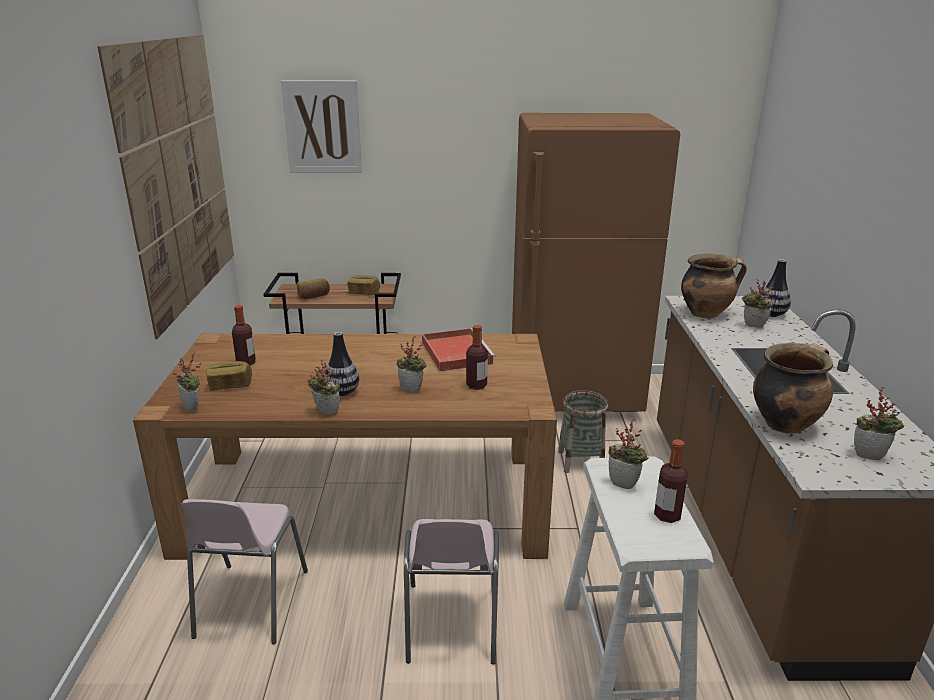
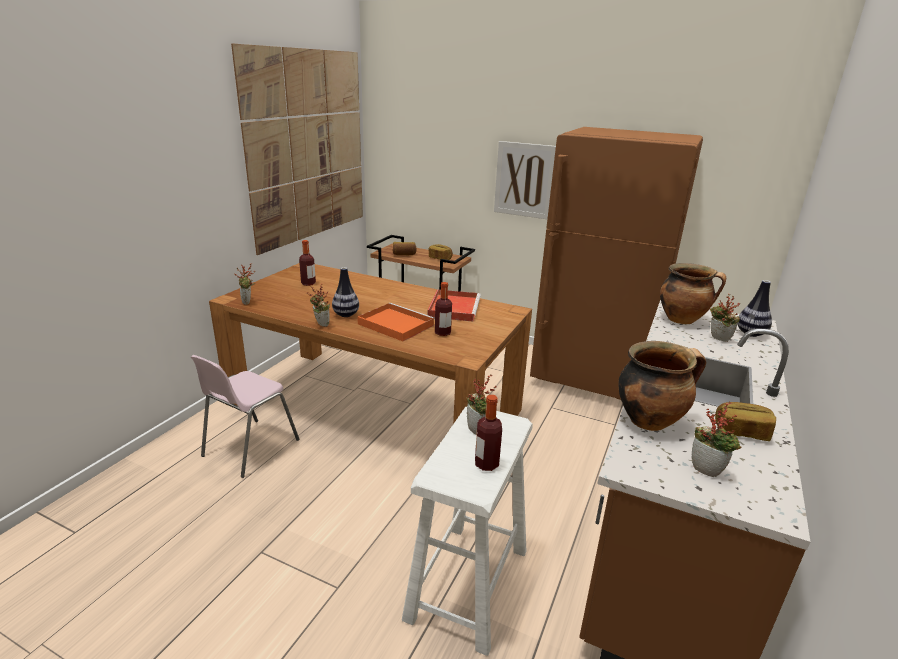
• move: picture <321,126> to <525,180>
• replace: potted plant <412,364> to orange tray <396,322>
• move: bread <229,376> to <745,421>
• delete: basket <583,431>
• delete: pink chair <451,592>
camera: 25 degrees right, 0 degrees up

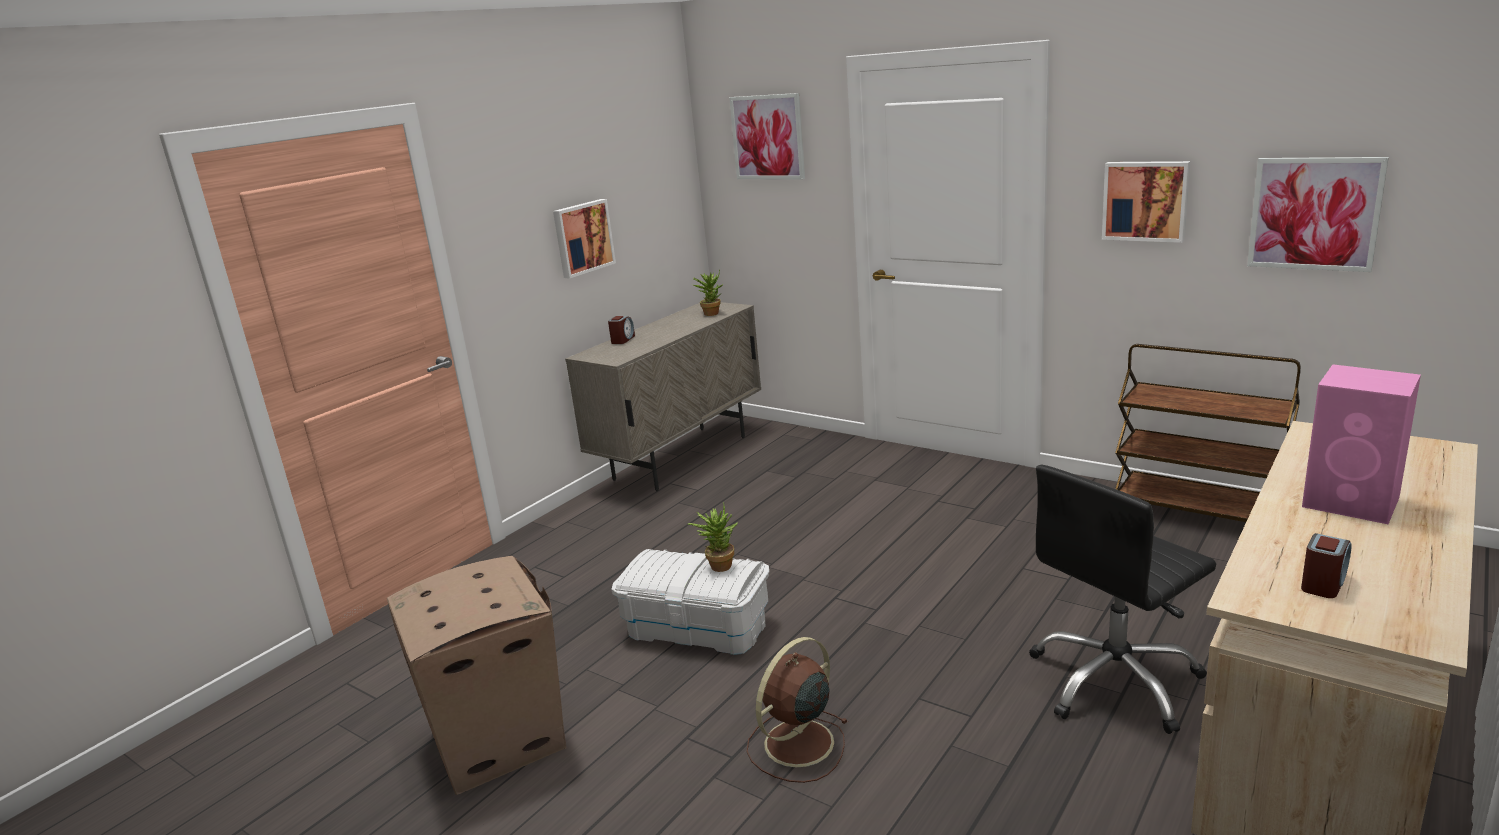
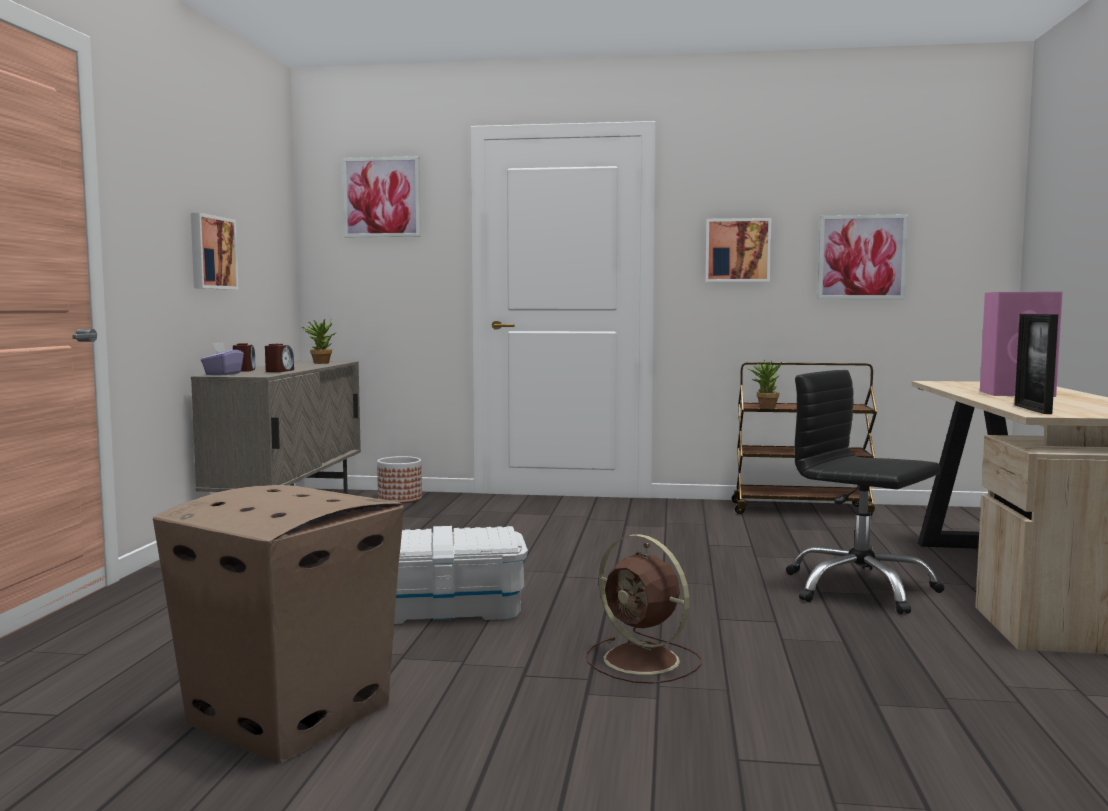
• rotate: black office chair <1122,599> = <865,492> 105 degrees clockwise
• move: potted plant <713,537> to <764,384>
• move: alarm clock <1326,565> to <279,358>
• rotate: brown fan <798,710> = <644,609> 60 degrees counterclockwise
• insert: picture frame <1036,364>
• insert: purple tissue box <222,358>
• insert: planter <399,480>
camera: 30 degrees left, 15 degrees down

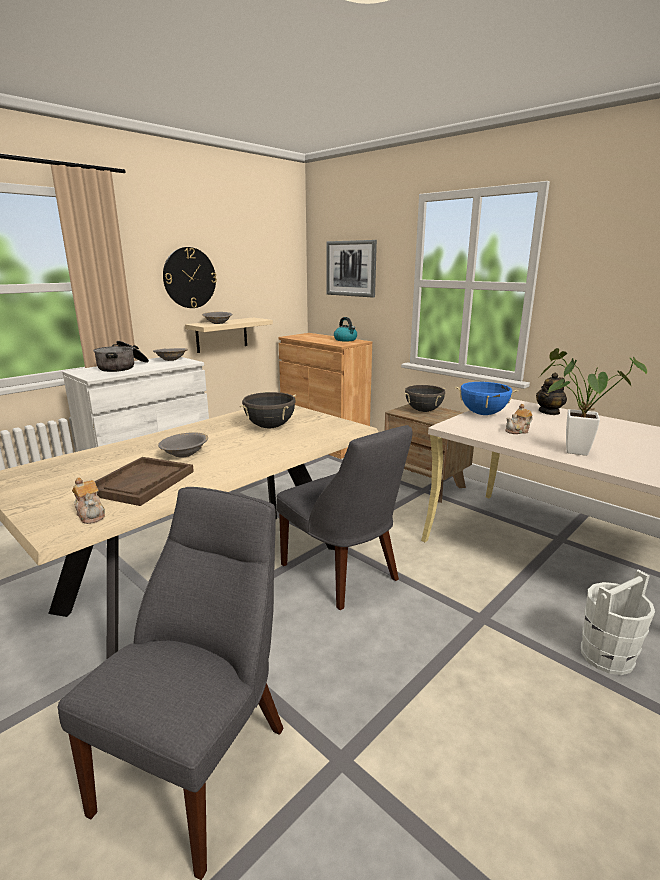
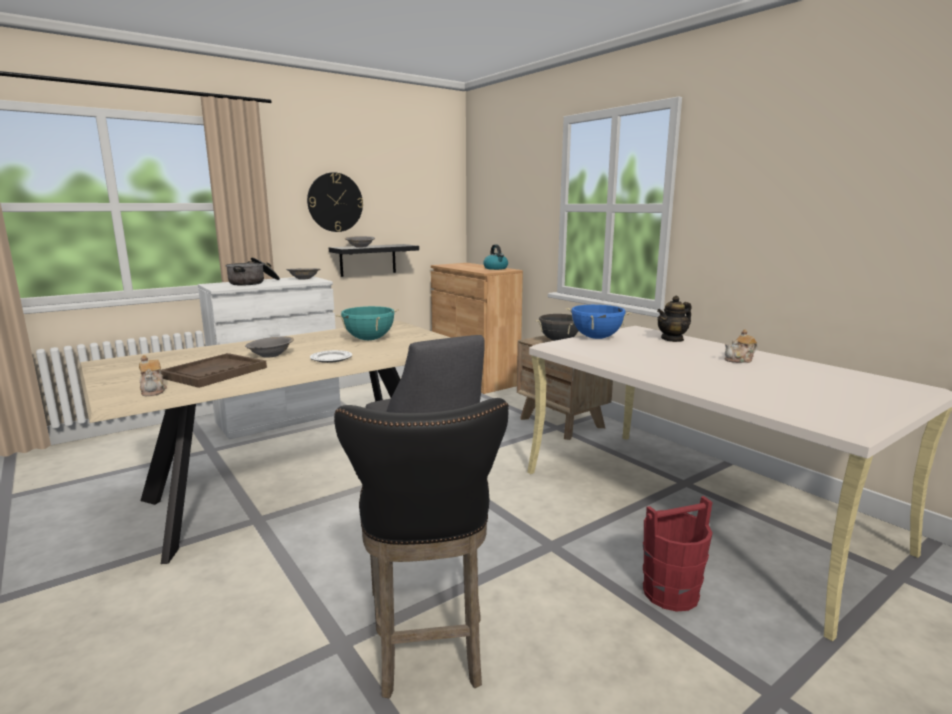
• delete: picture <351,268>
• recolor: beige shelf <229,335> to black shelf <374,260>
• delete: potted plant <593,402>
• recolor: black cooking pot <268,410> to turquoise cooking pot <367,323>
• move: teapot <519,419> to <741,346>
• delete: grey chair <170,683>
• recolor: white bucket <618,622> to red bucket <678,554>
• insert: plate <331,356>
• insert: black stool <421,548>
camera: 10 degrees right, 5 degrees down

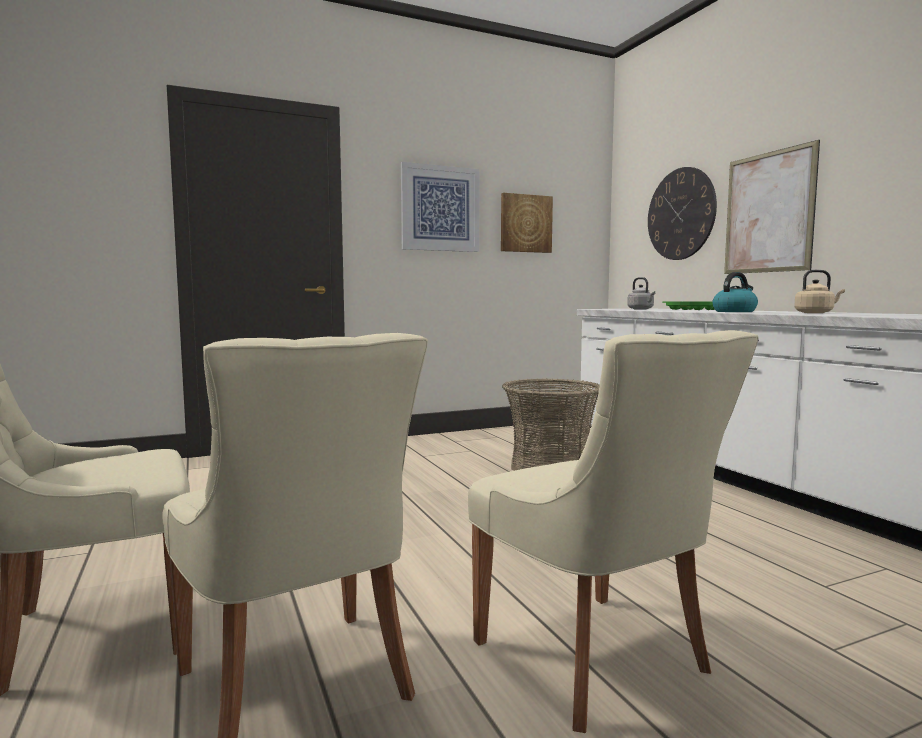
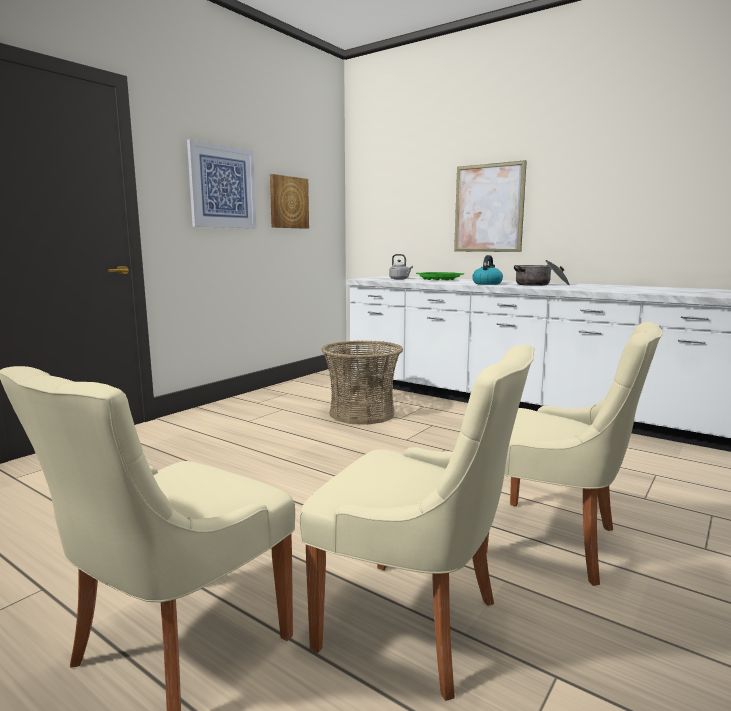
• delete: wall clock <682,213>
• replace: beige kettle <819,291> to cooking pot <542,273>
camera: 30 degrees left, 5 degrees up

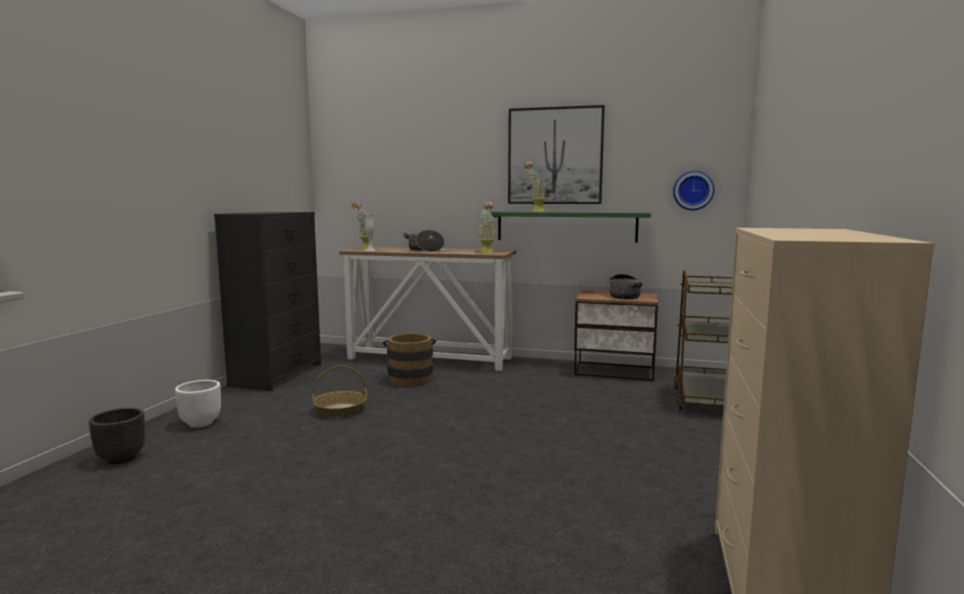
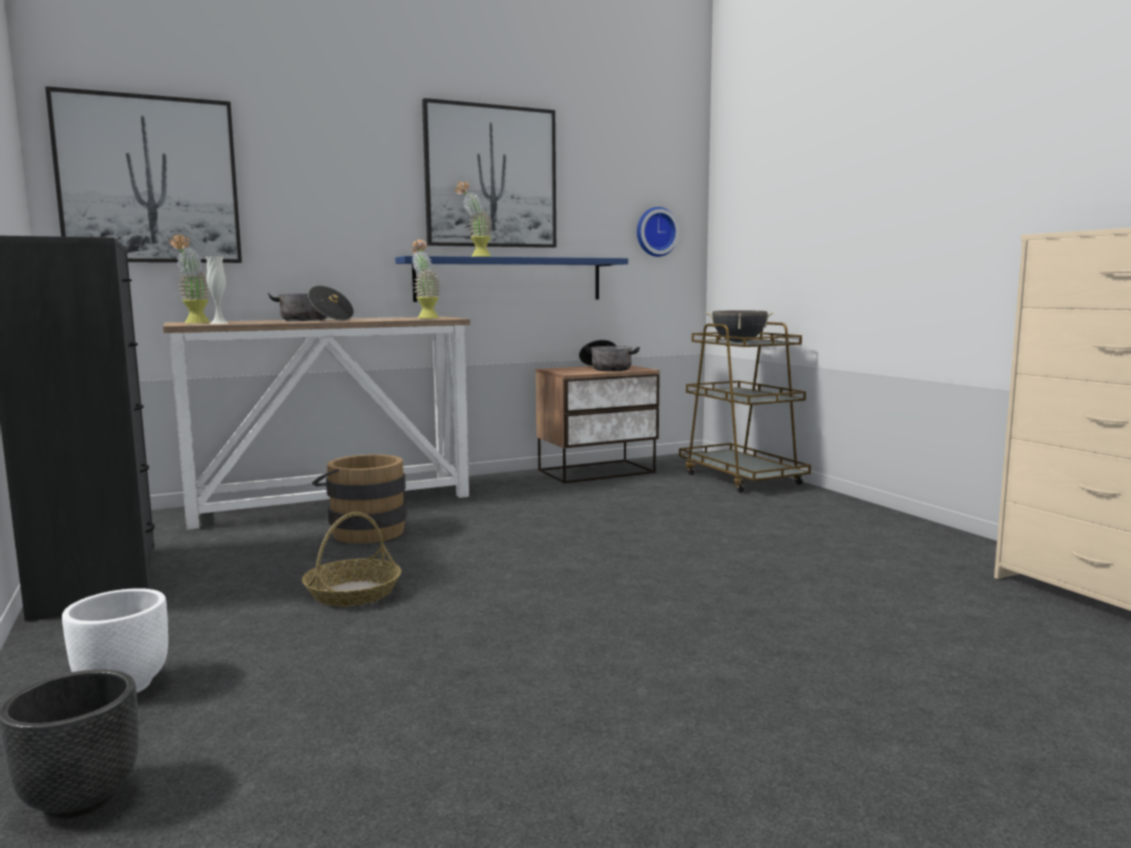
• recolor: green shelf <570,227> to blue shelf <511,279>
• insert: picture <143,174>
• insert: black cooking pot <740,326>
camera: 40 degrees left, 0 degrees up

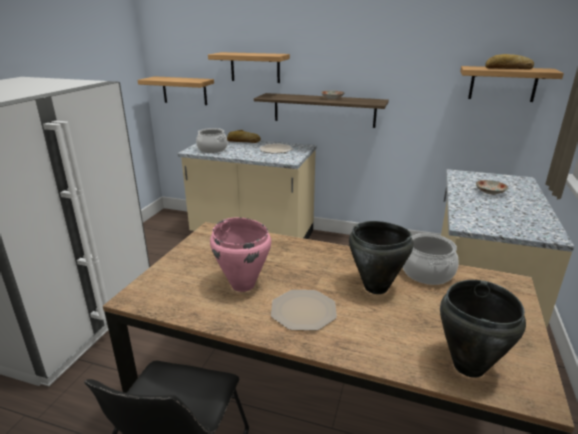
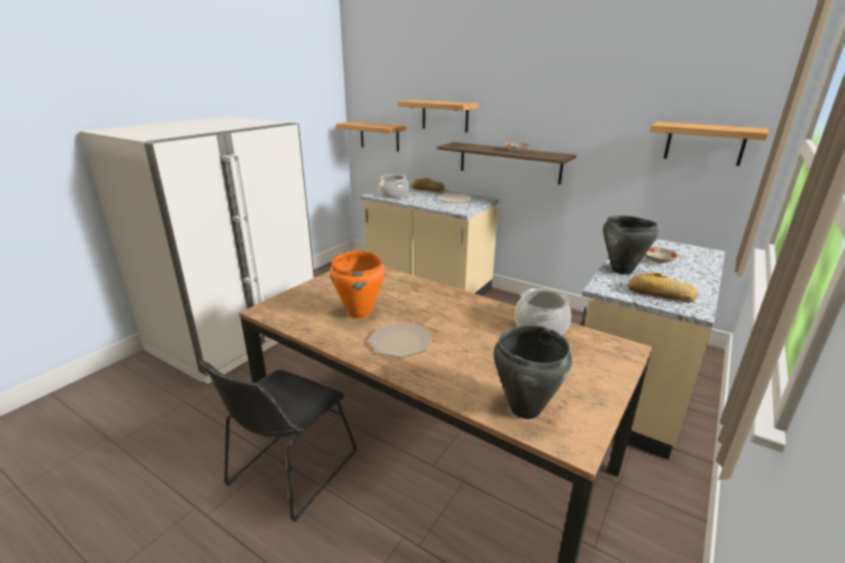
• move: bread <509,61> to <663,288>
• recolor: pink cooking pot <240,254> to orange cooking pot <357,284>
• move: black cooking pot <381,257> to <631,245>
camera: 15 degrees right, 0 degrees up

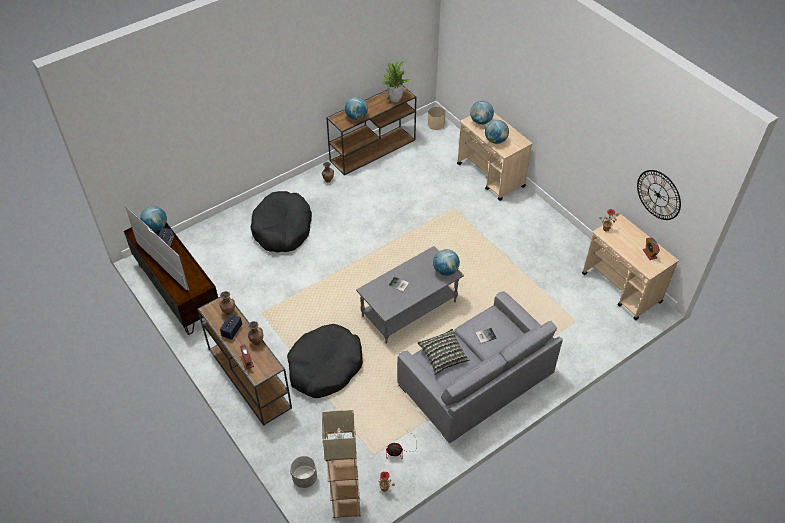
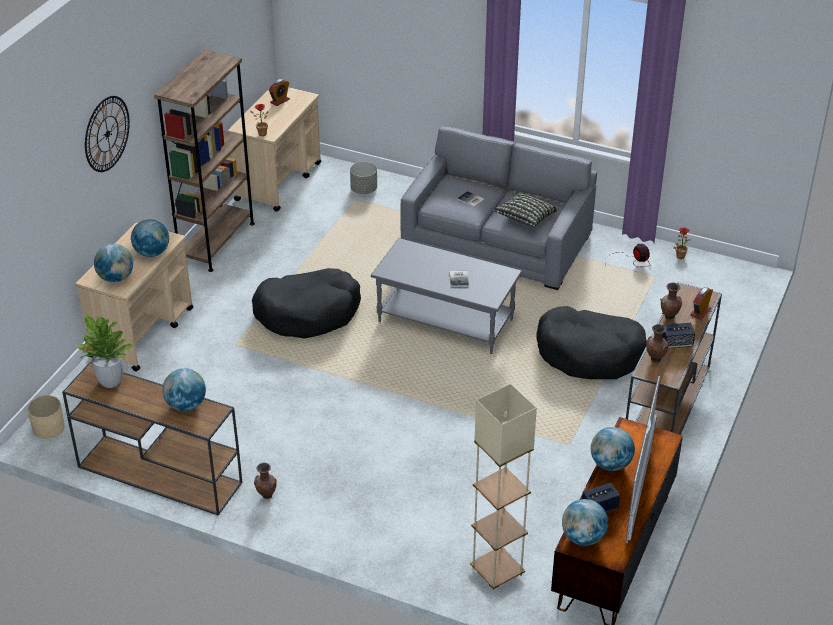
• move: wall clock <659,195> to <107,134>
• move: black dog bed <281,221> to <306,303>
• move: globe <446,262> to <613,449>
• move: beige floor lamp <341,464> to <503,487>
• move: grey planter <303,472> to <363,177>
• insert: brown bookcase <204,161>
camera: 120 degrees left, 10 degrees down

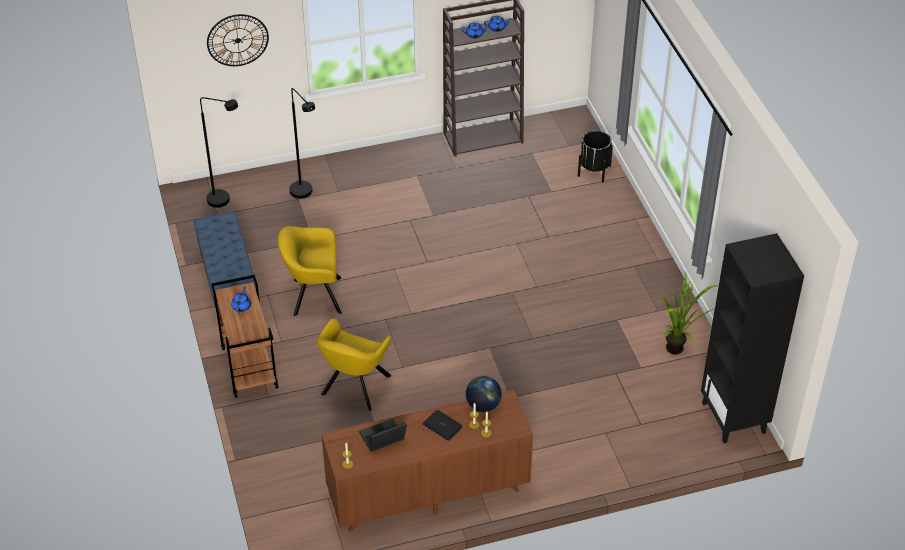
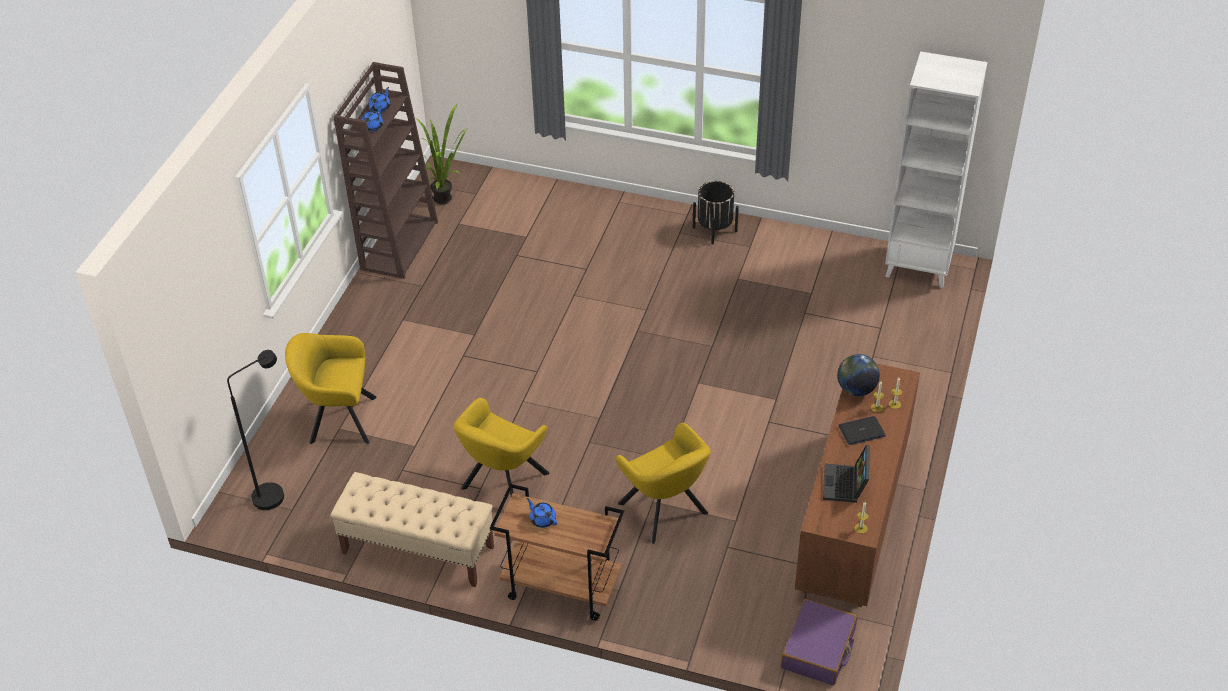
• delete: wall clock <238,40>
• replace: black floor lamp <302,143> to yellow armchair <331,388>
• move: black planter <595,156> to <716,213>
• recolor: blue bench <224,269> to beige bench <412,529>
• recolor: black bookcase <752,338> to white bookcase <936,169>
• move: potted plant <690,314> to <442,154>
• insert: purple suitcase <819,642>
camera: 55 degrees left, 0 degrees up

